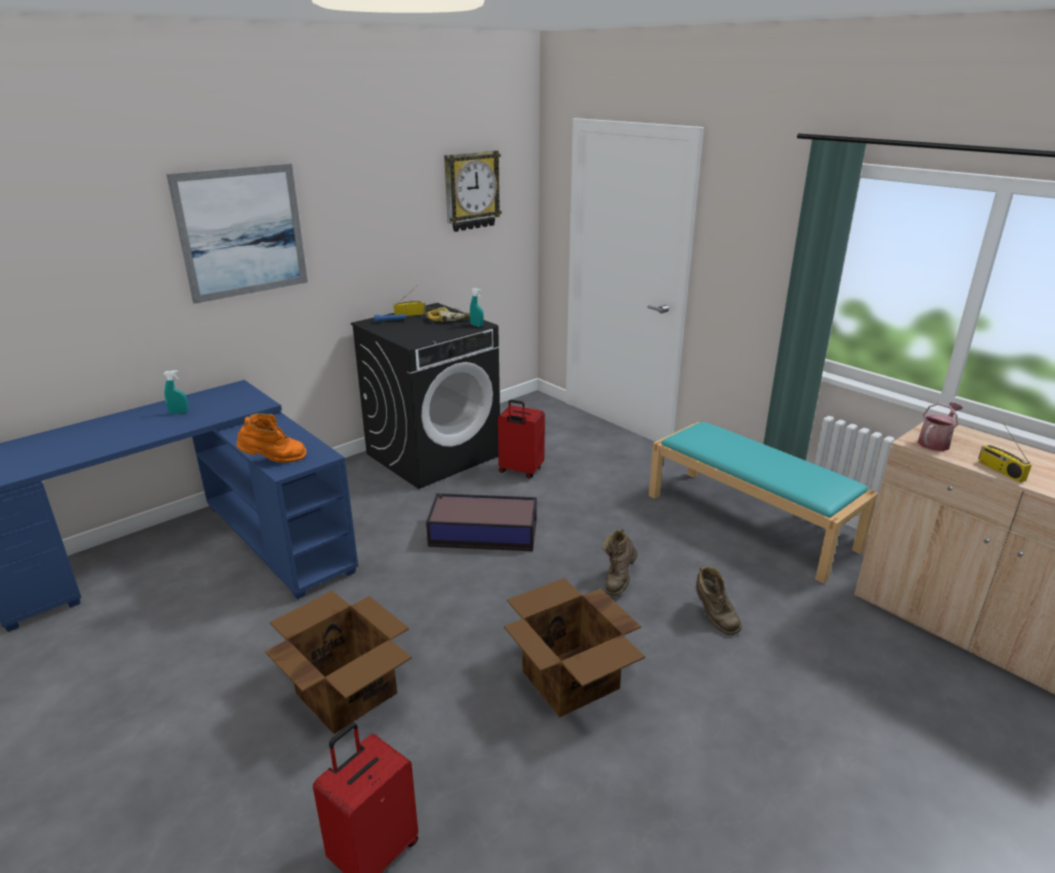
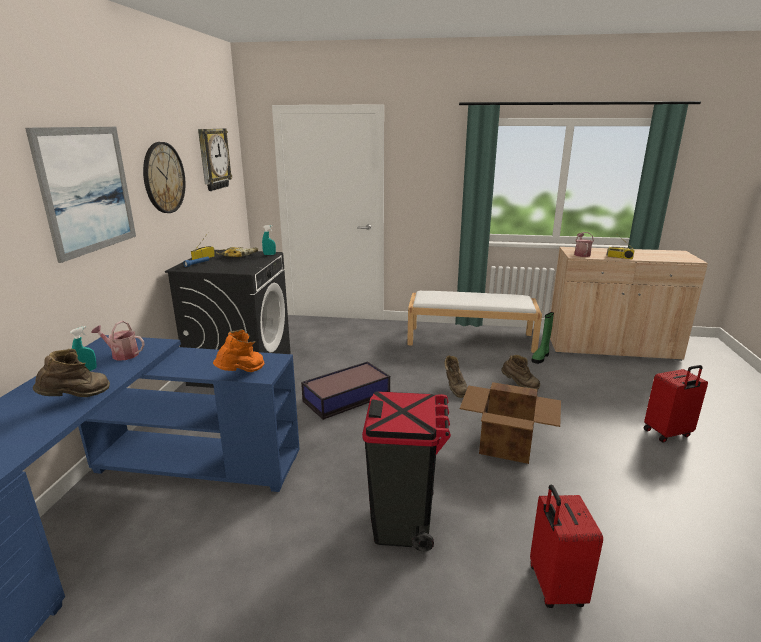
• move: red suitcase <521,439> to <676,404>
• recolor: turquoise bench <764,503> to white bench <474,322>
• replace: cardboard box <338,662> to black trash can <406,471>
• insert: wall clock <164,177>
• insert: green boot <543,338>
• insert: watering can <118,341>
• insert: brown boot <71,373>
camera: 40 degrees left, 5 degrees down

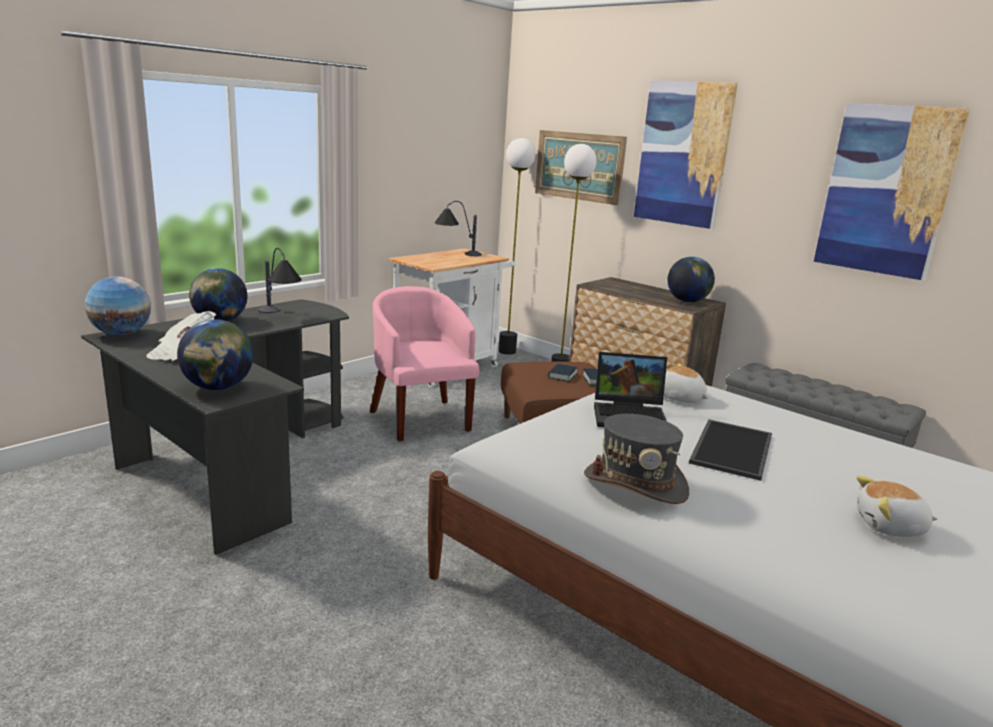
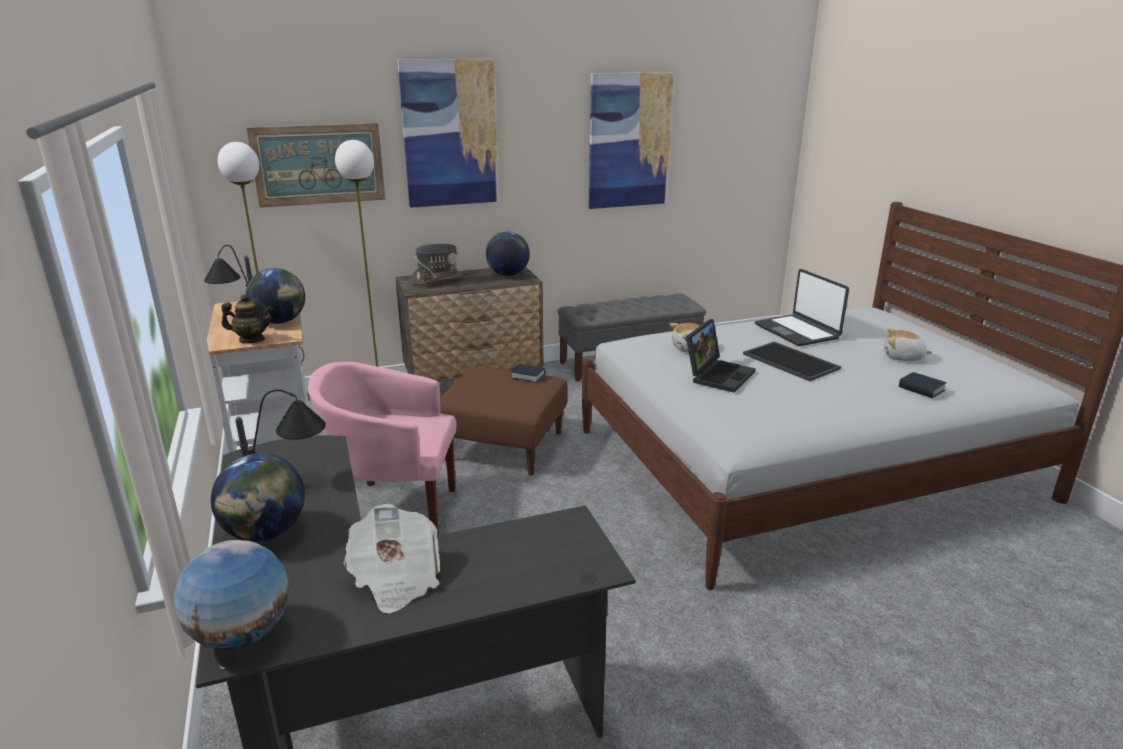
• move: globe <215,354> to <275,296>
• move: book <563,373> to <923,385>
• move: grey hat <636,459> to <438,264>
• rotate: plush toy <897,506> = <908,344> 75 degrees clockwise
• insert: laptop <802,307>
• insert: teapot <247,319>
camera: 60 degrees left, 5 degrees up

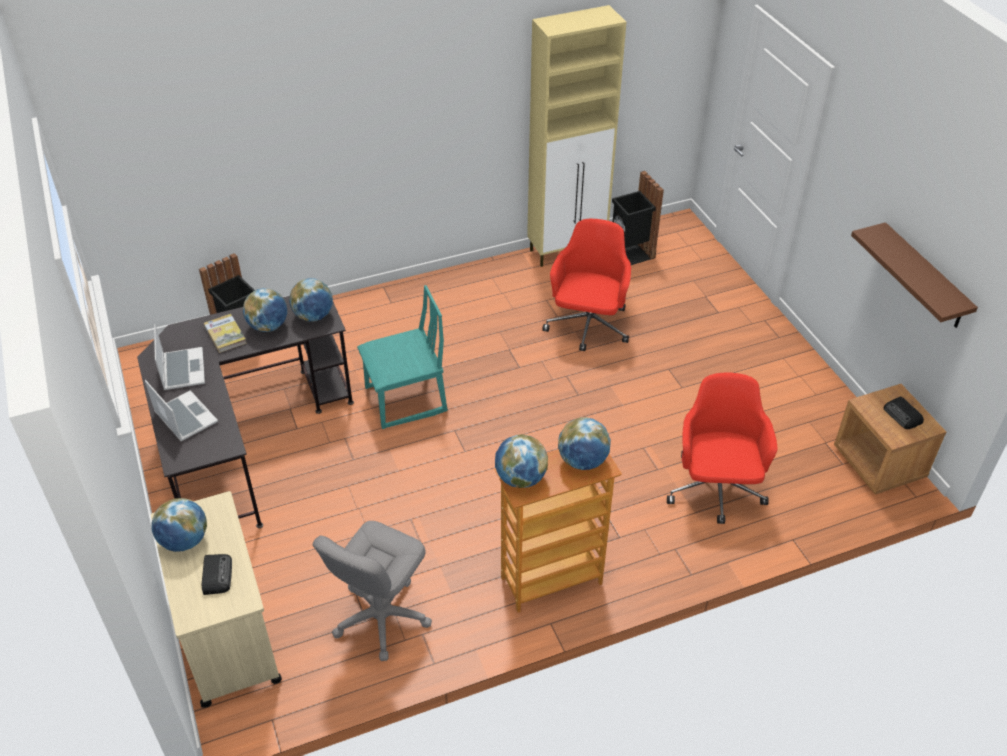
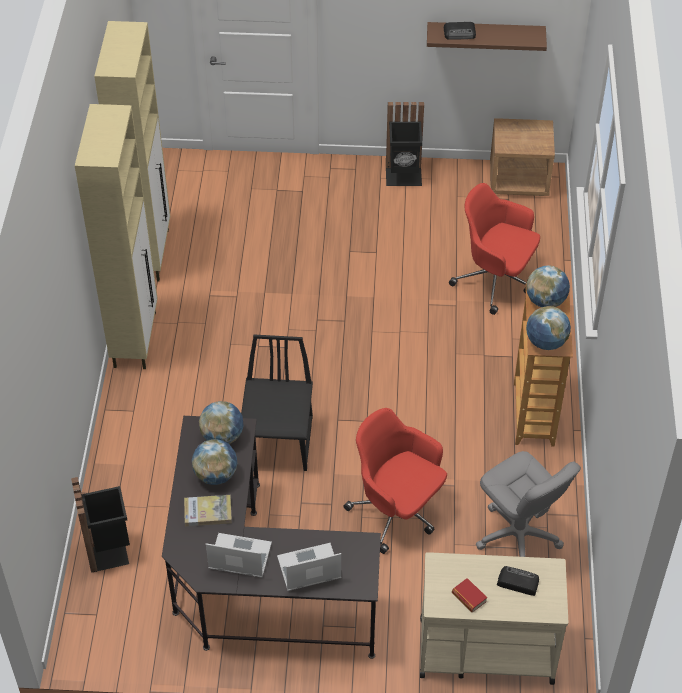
• move: black trash can <638,218> to <405,144>
• move: red office chair <586,285> to <395,481>
• recolor: turquoise chair <402,357> to black chair <277,403>
• move: radio <904,413> to <460,31>
• replace: globe <179,525> to book <469,595>
• insert: beige cabinet <116,236>
camera: 65 degrees left, 5 degrees up

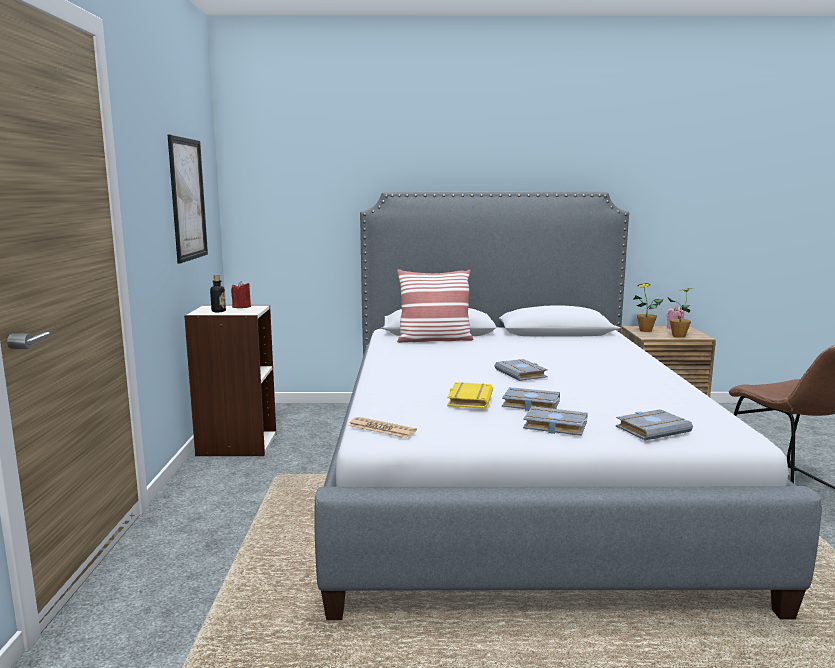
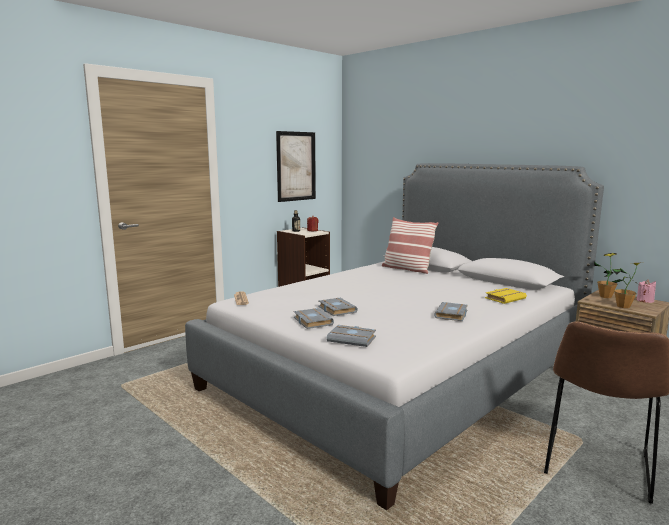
• move: grey book <521,370> to <451,311>
• move: yellow book <470,395> to <506,296>
camera: 45 degrees right, 0 degrees up

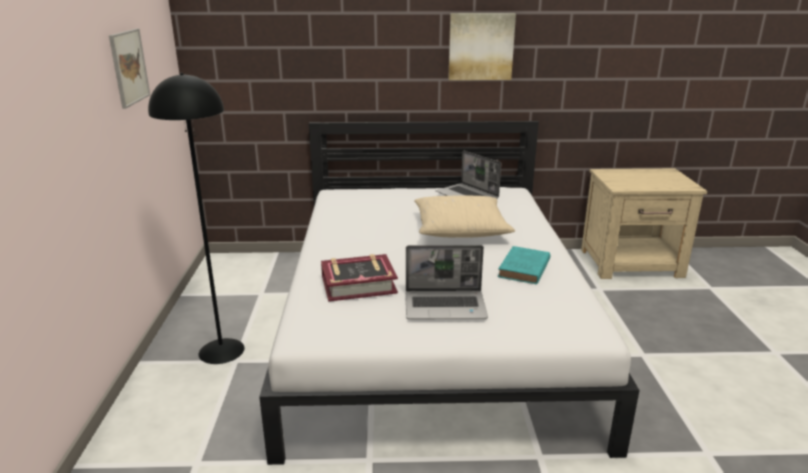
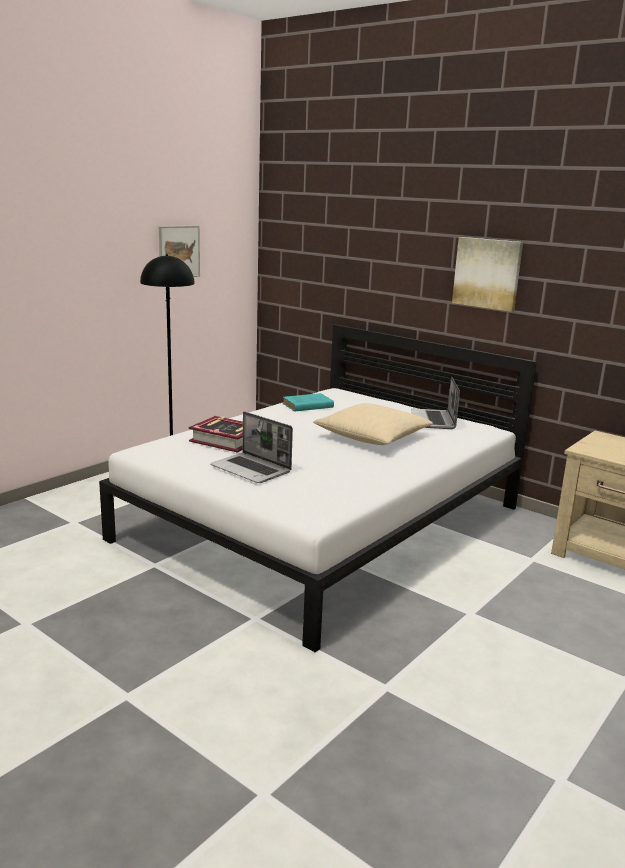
• move: turquoise book <524,265> to <308,402>
camera: 40 degrees right, 5 degrees down

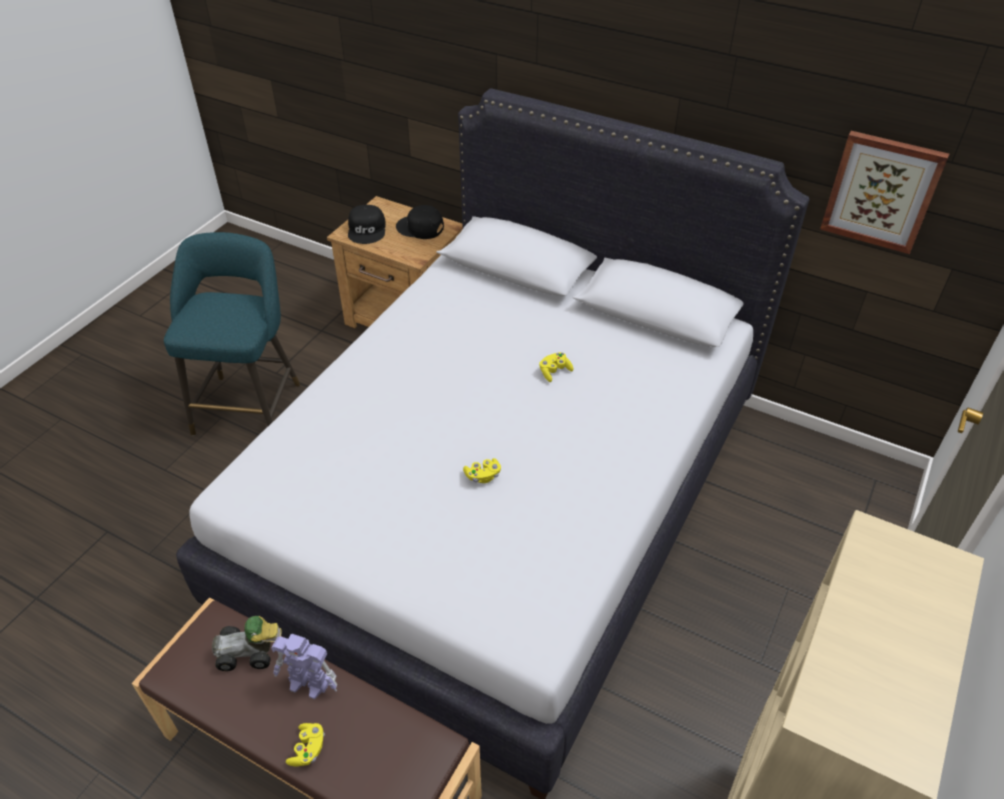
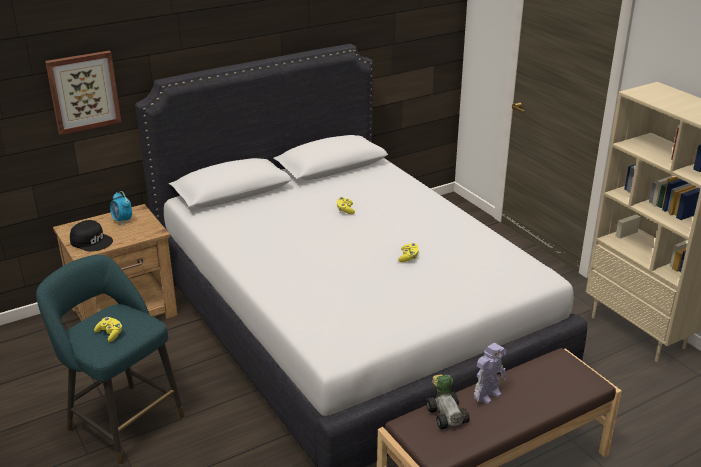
• move: picture <884,192> to <83,93>
• replace: black cap <420,222> to alarm clock <121,208>
• rotate: toy car <247,643> = <448,402> 45 degrees counterclockwise
• move: yellow game controller <305,745> to <108,329>
camera: 60 degrees left, 15 degrees down

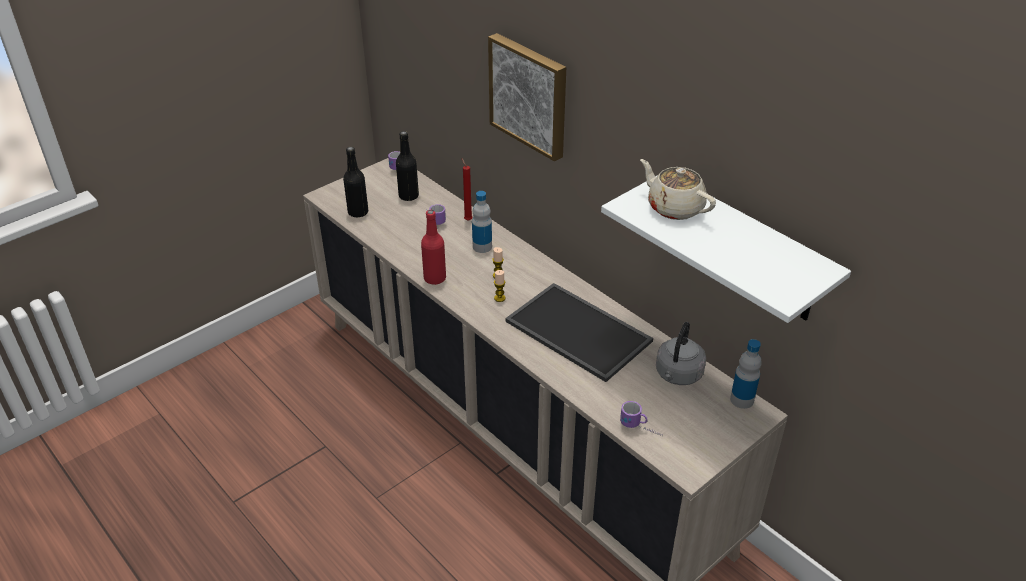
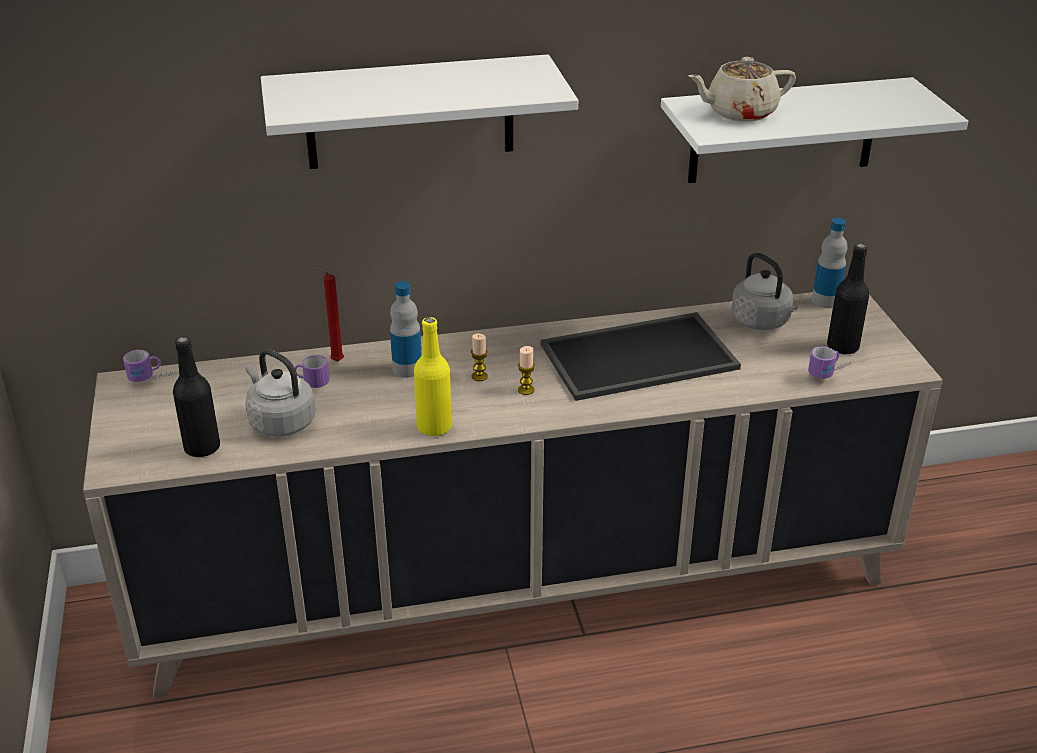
• replace: picture <527,97> to white shelf <419,111>
• move: black bottle <407,166> to <848,299>
• recolor: red bottle <433,247> to yellow bottle <433,376>
• insert: grey kettle <280,393>
camera: 60 degrees left, 5 degrees down

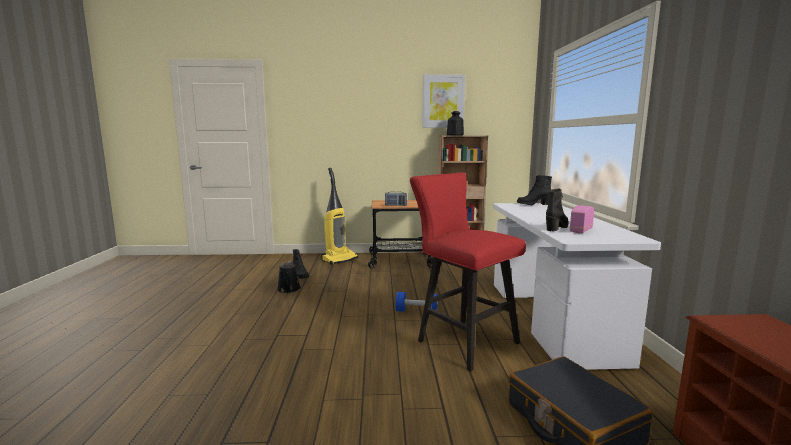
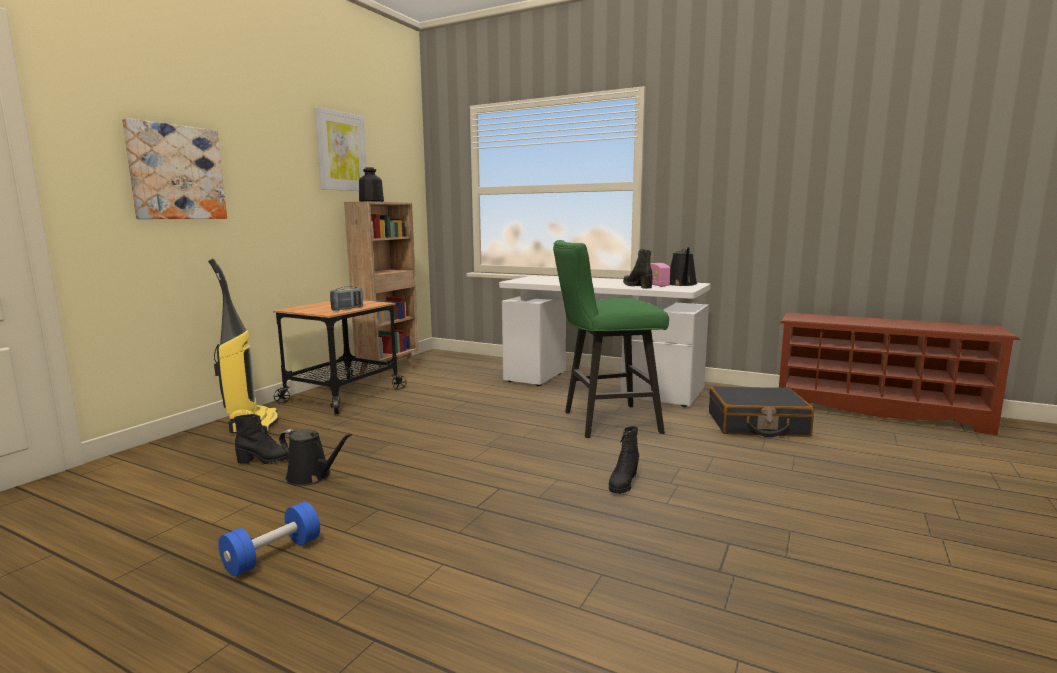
• recolor: red stool <468,272> to green stool <611,339>
• move: black boot <534,190> to <624,459>
• move: blue dumbbell <416,302> to <269,539>
• insert: picture <174,168>
• insert: black watering can <683,266>
camera: 60 degrees left, 0 degrees up

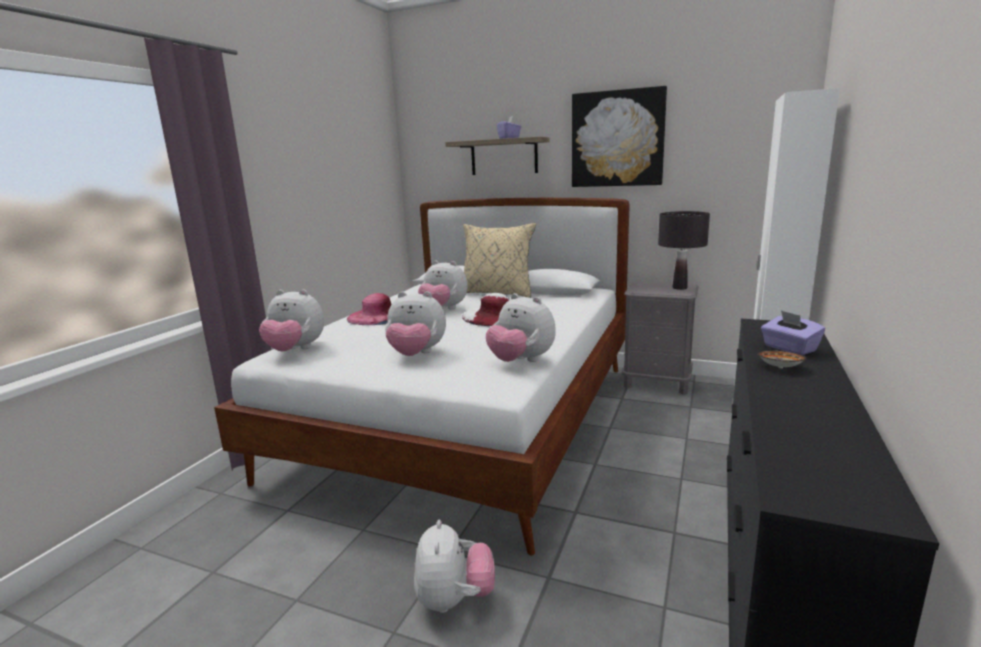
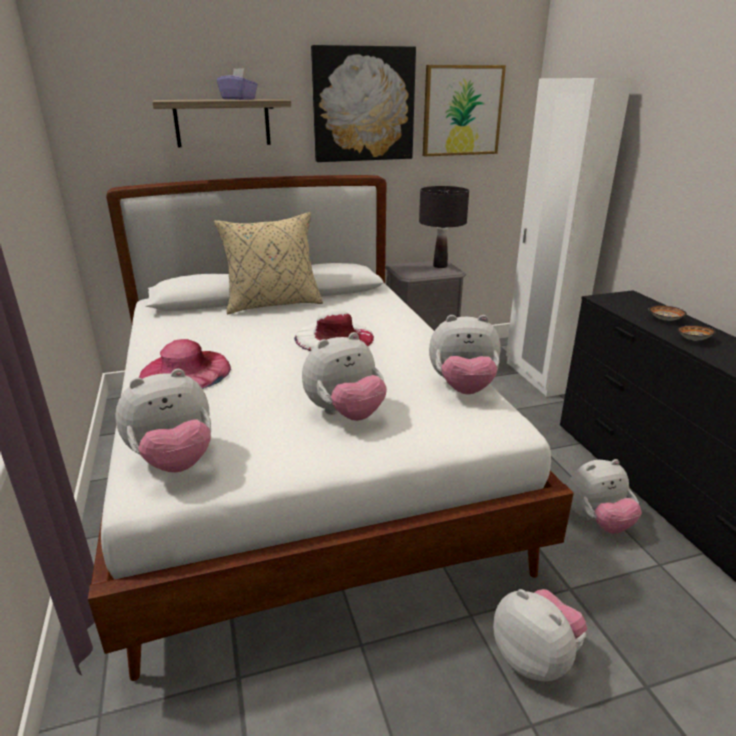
• move: plush toy <443,285> to <604,496>
• replace: purple tissue box <793,332> to bowl <667,313>
• insert: picture <464,110>
camera: 40 degrees left, 10 degrees up

